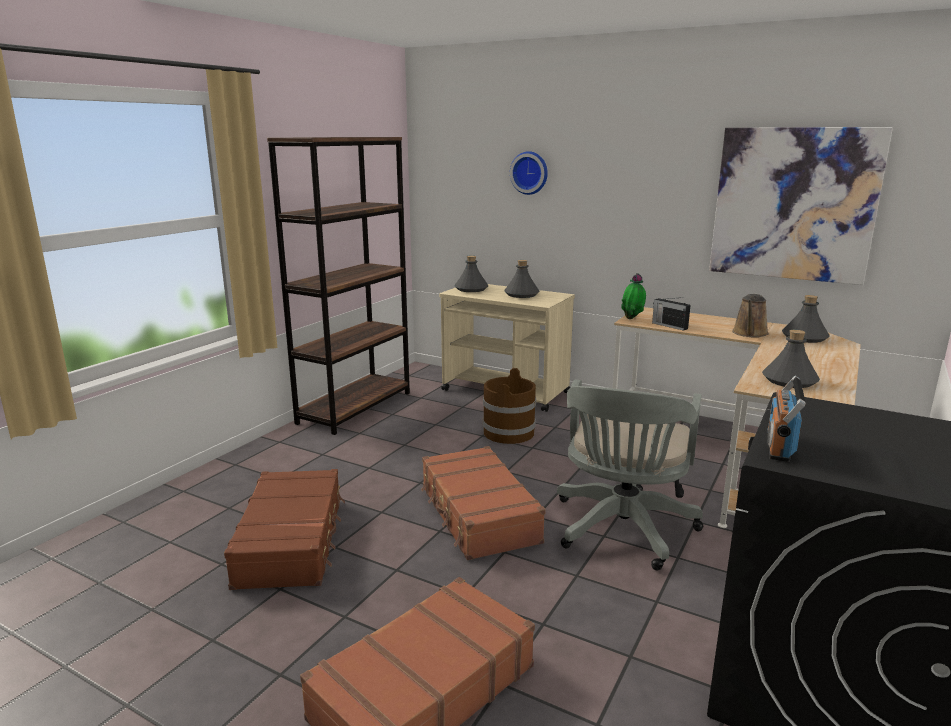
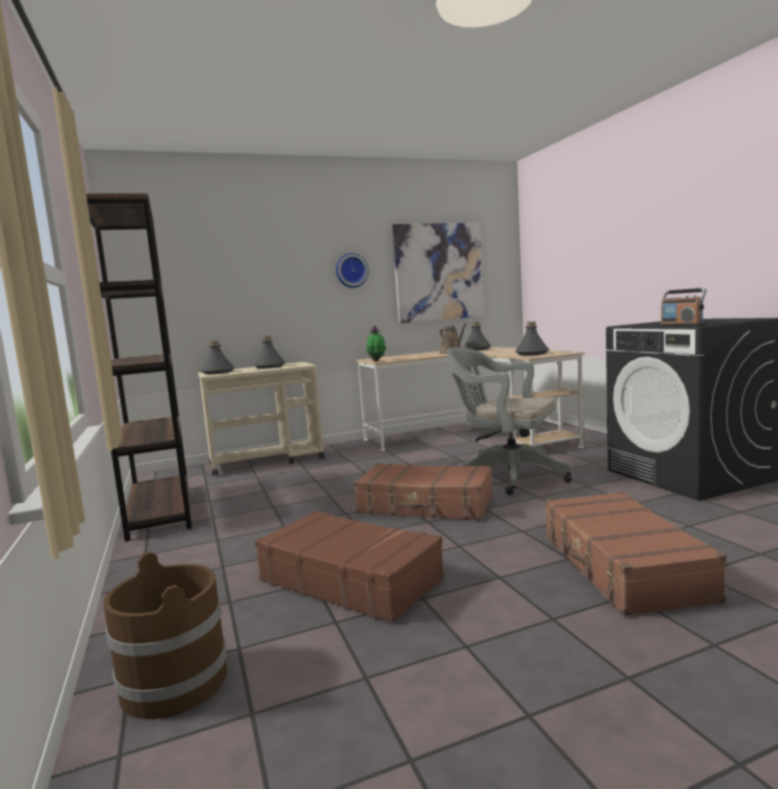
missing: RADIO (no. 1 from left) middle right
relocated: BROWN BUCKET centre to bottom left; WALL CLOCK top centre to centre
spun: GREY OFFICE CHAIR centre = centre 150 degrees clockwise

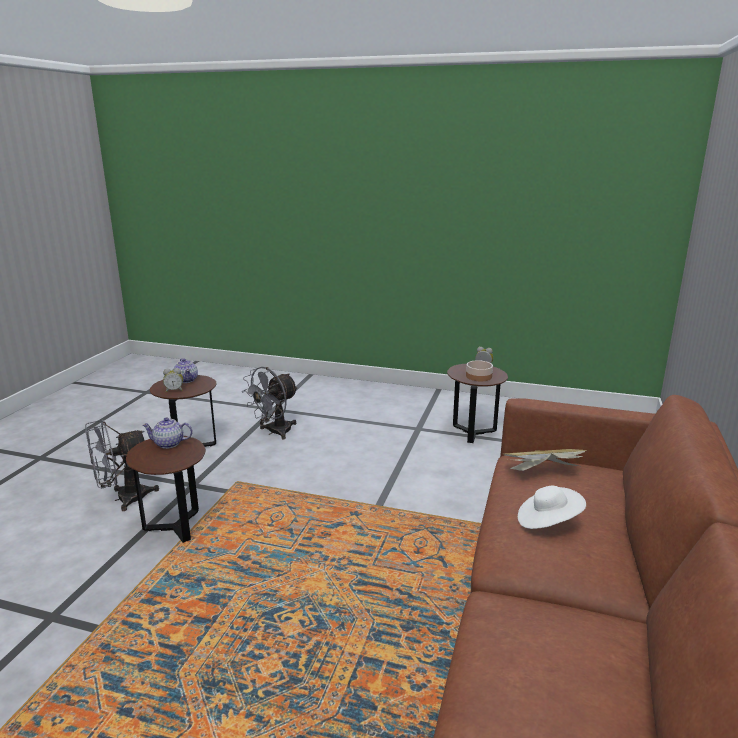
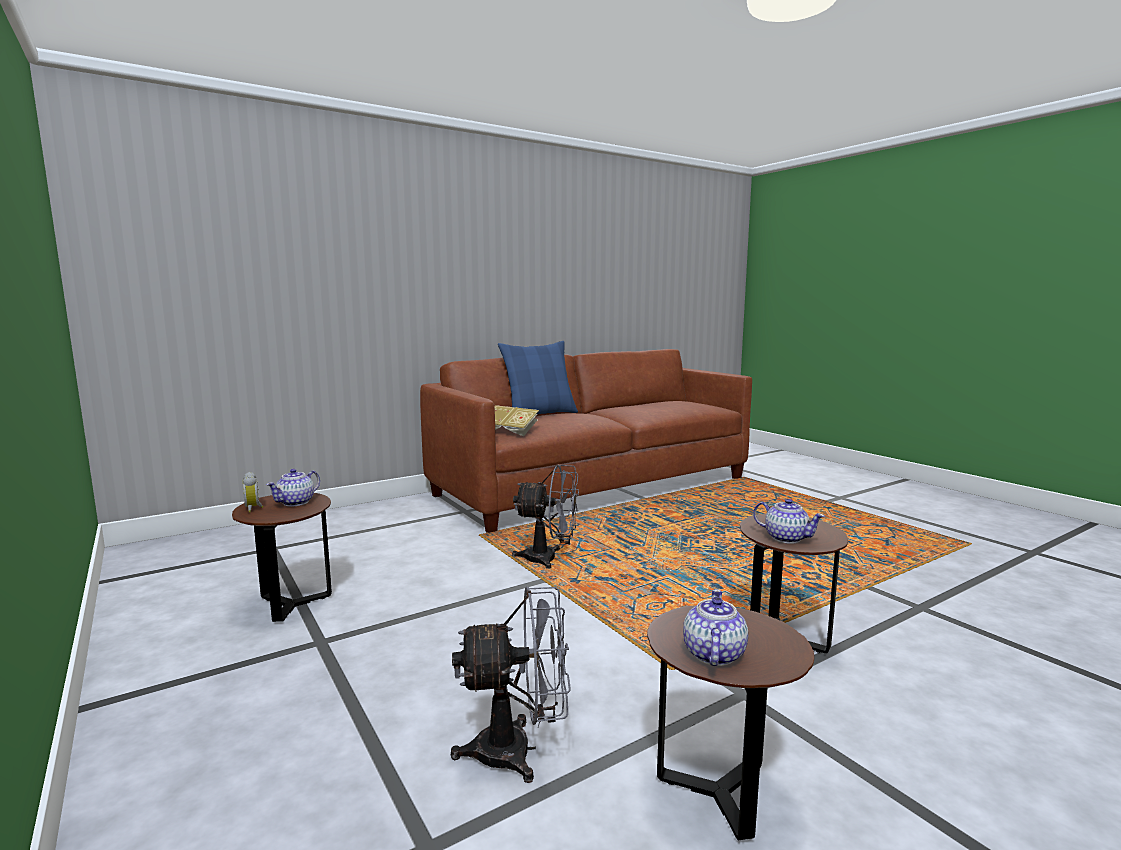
missing: ALARM CLOCK (no. 1 from left) middle left; WHITE HAT bottom right
appeared: BLUE PILLOW centre
relocated: GREY FAN (no. 1 from left in the first image) middle left to GREY FAN (no. 2 from left) centre
exchanged: BOWL centre to TEAPOT (no. 1 from left) middle left

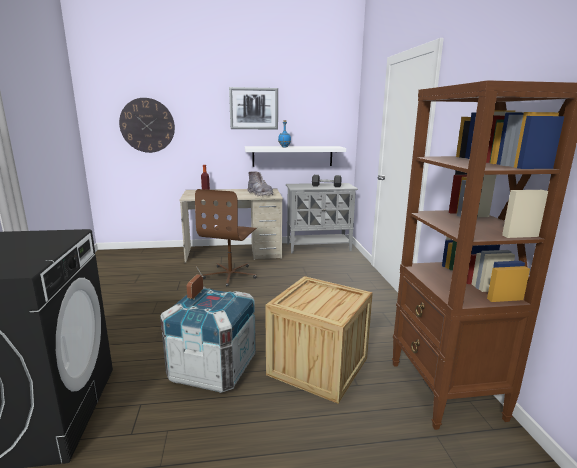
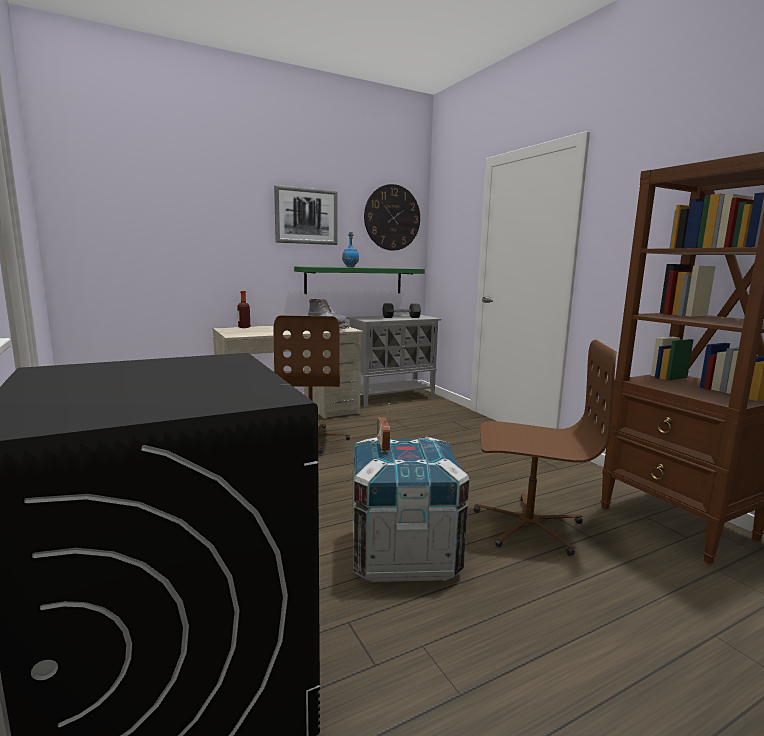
relocated: WALL CLOCK top left to top centre
exchanged: CRATE (no. 2 from left) bottom centre to BROWN OFFICE CHAIR (no. 2 from left) middle right
colour: WHITE SHELF centre to GREEN SHELF centre

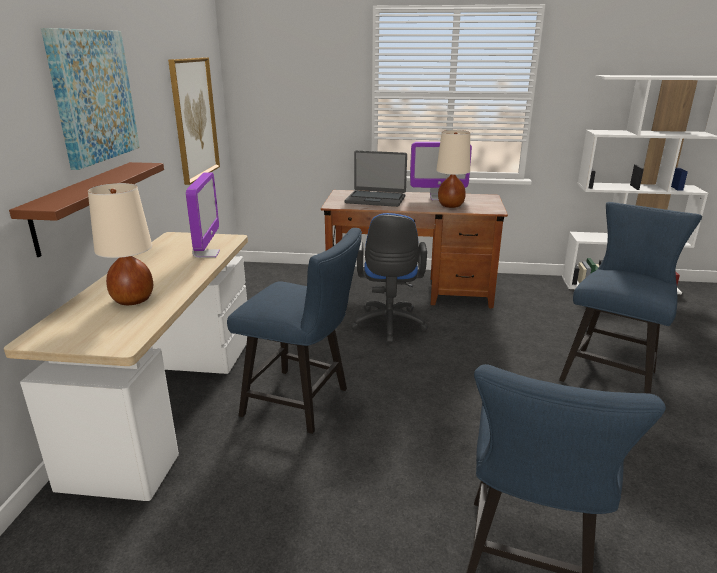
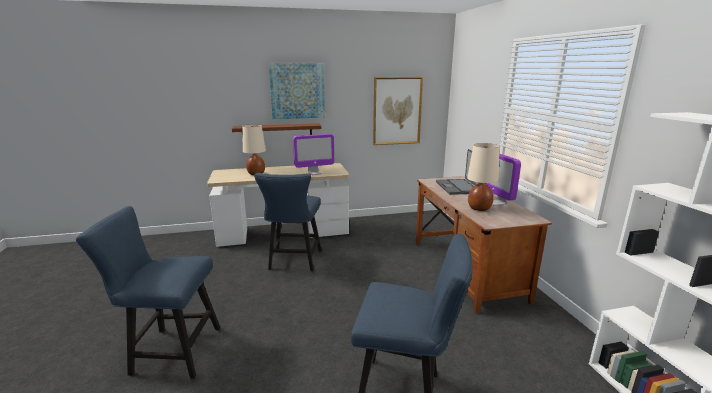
missing: BLUE OFFICE CHAIR centre

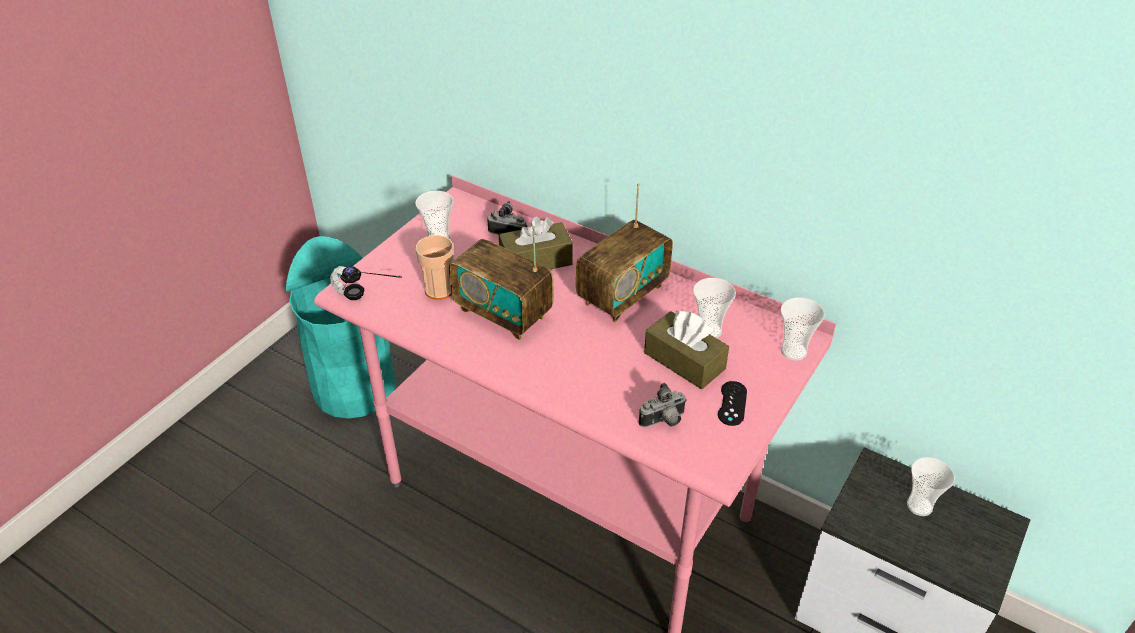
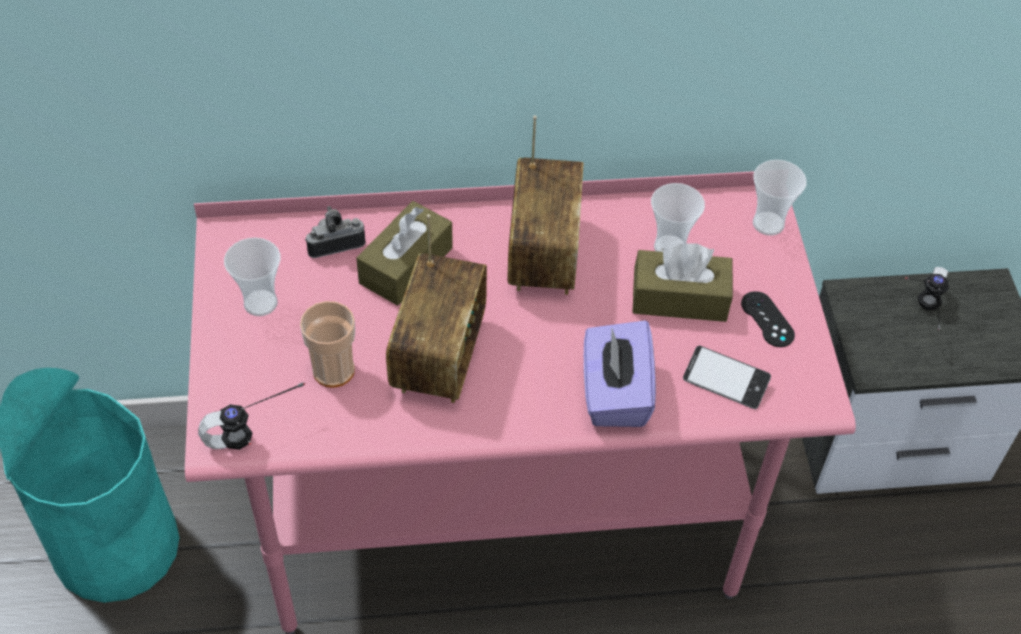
appeared: PURPLE TISSUE BOX centre
exchanged: PHOTO CAMERA (no. 2 from left) centre to PHONE middle right; CUP (no. 5 from left) bottom right to HEADPHONES (no. 2 from left) middle right
spun: RADIO (no. 1 from left) centre = centre 75 degrees counterclockwise

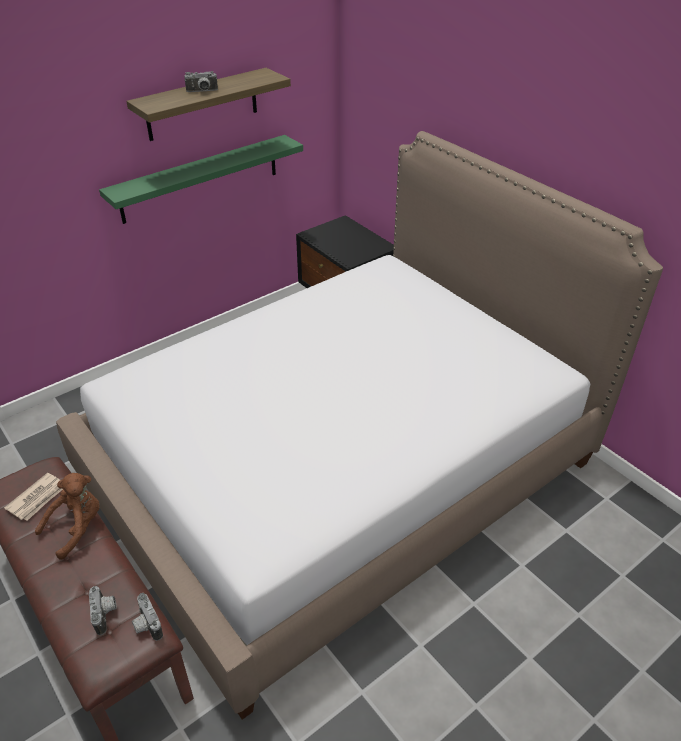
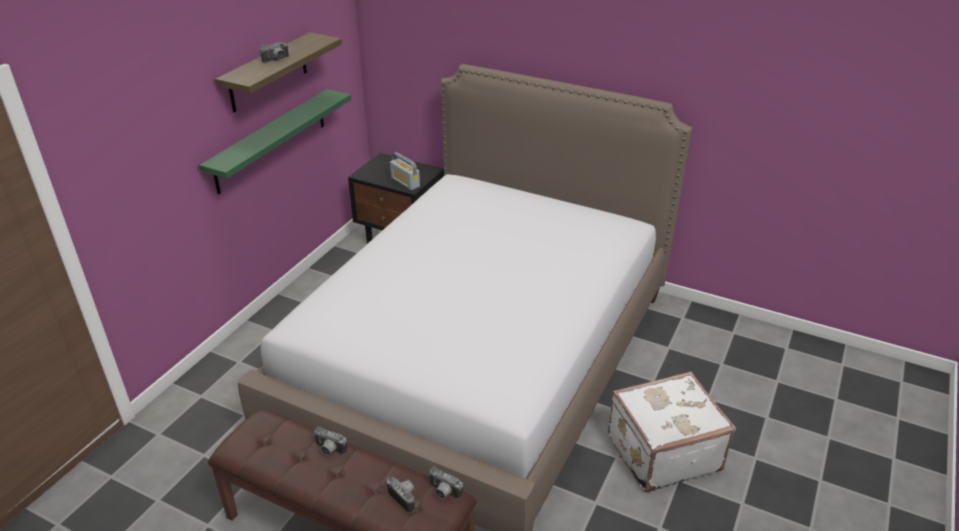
missing: NEWSPAPER bottom left
appeared: RADIO top centre; WHITE SUITCASE bottom right
exchanged: BROWN PLUSH TOY bottom left to PHOTO CAMERA (no. 2 from left) bottom centre

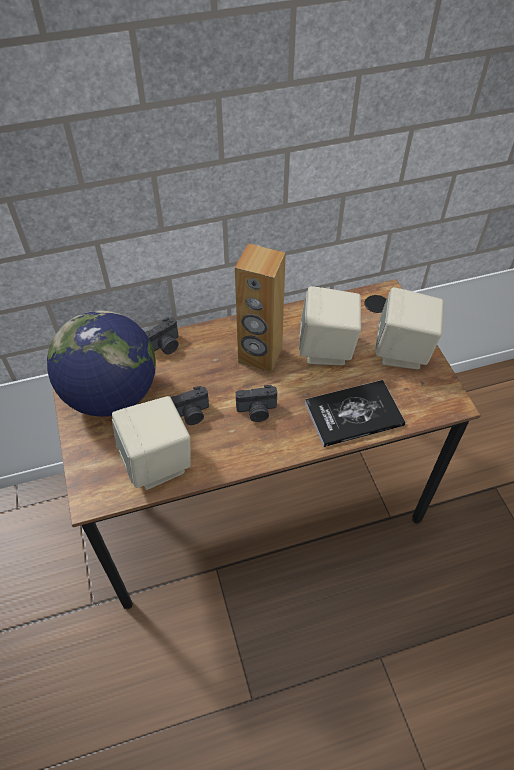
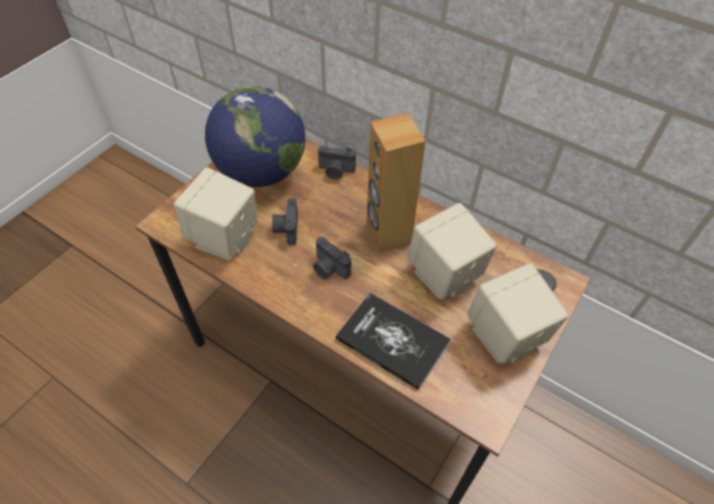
spun: PHOTO CAMERA (no. 2 from left in the first image) centre = centre 60 degrees clockwise

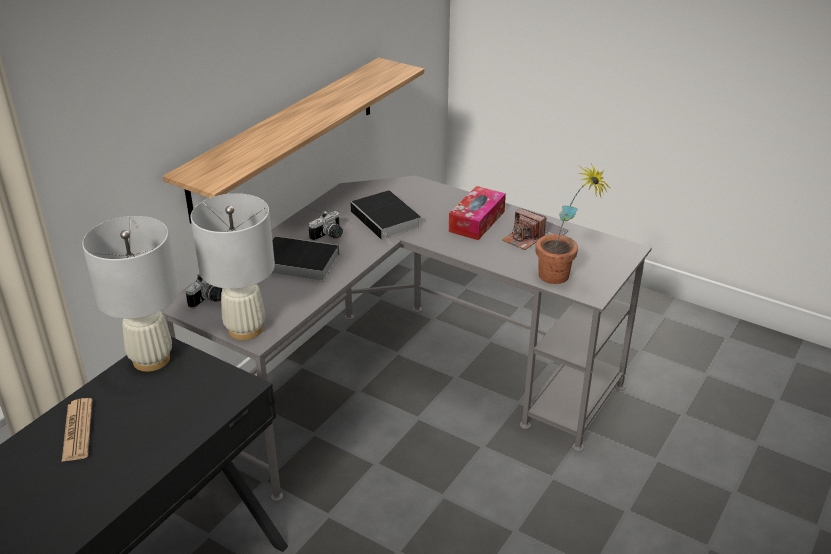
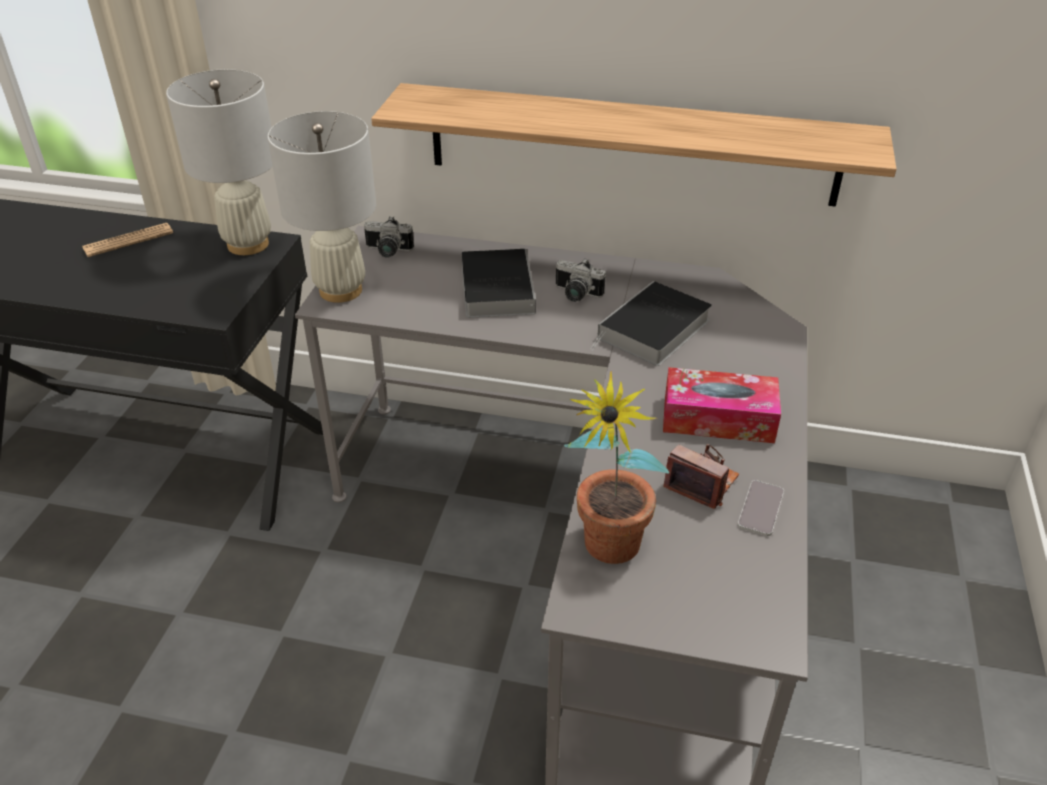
spun: PHOTO CAMERA (no. 3 from left) centre = middle right 105 degrees clockwise

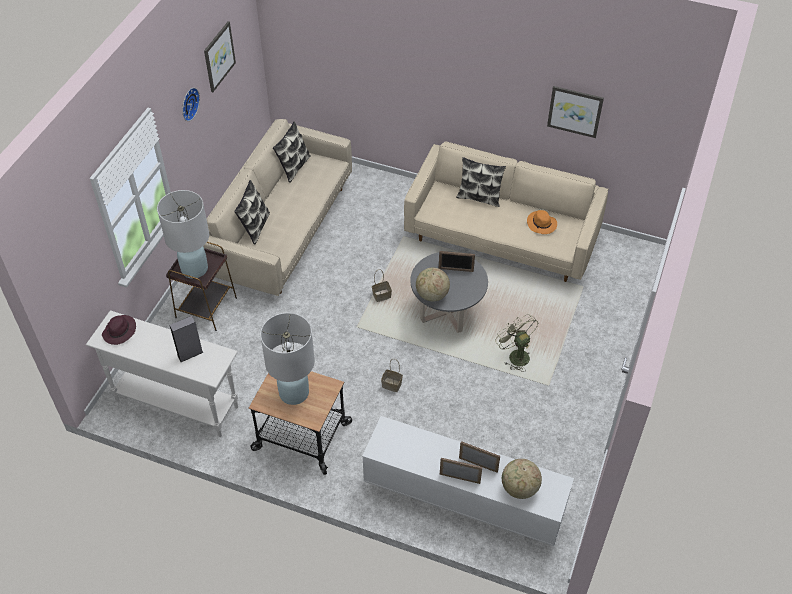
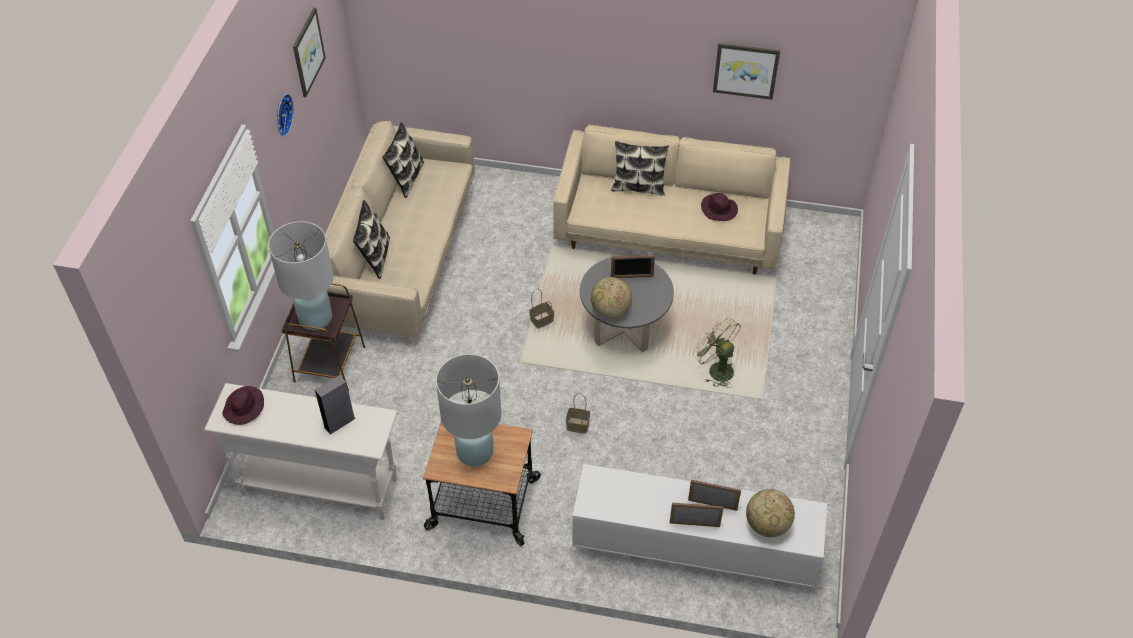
colour: ORANGE HAT middle right to PURPLE HAT (no. 2 from left) top centre

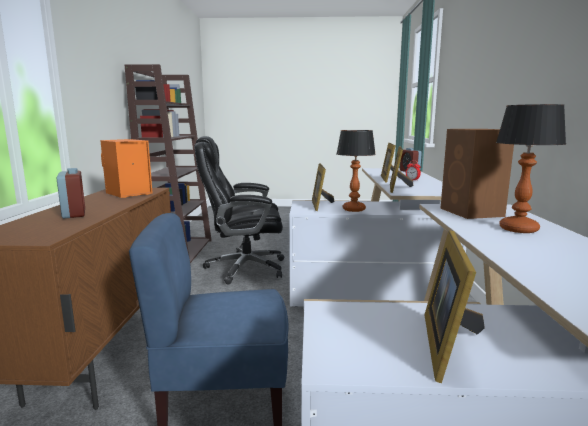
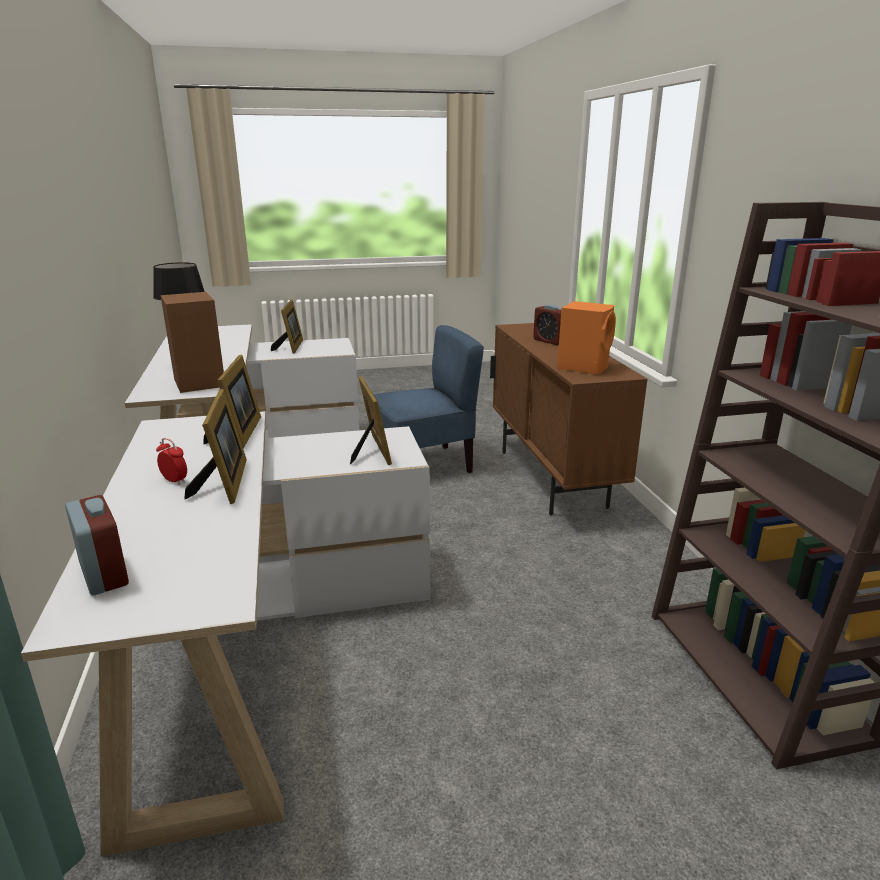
missing: BLACK OFFICE CHAIR centre; TABLE LAMP (no. 1 from left) centre

